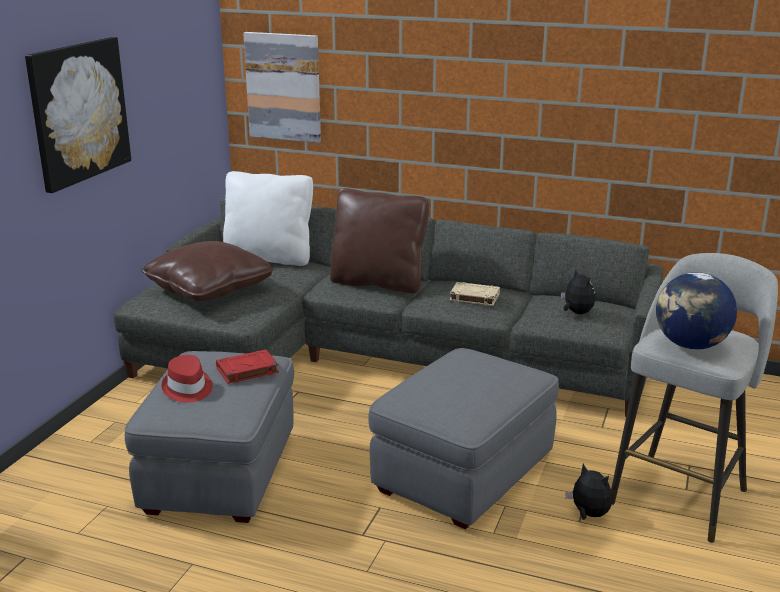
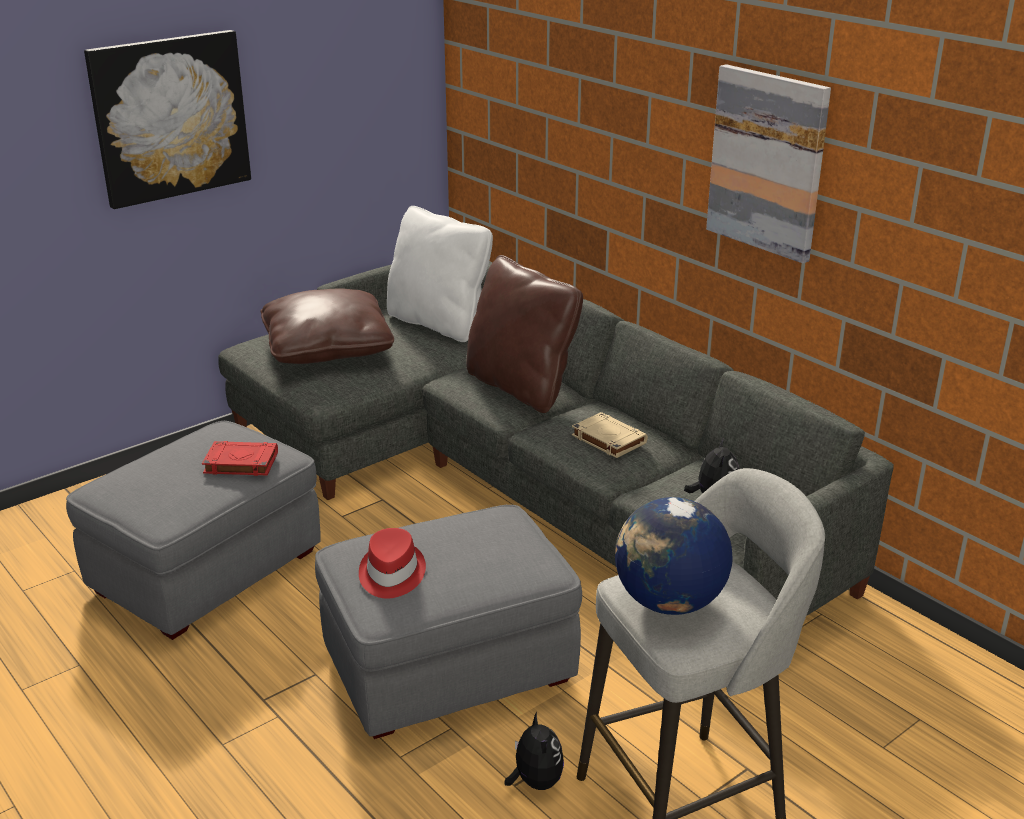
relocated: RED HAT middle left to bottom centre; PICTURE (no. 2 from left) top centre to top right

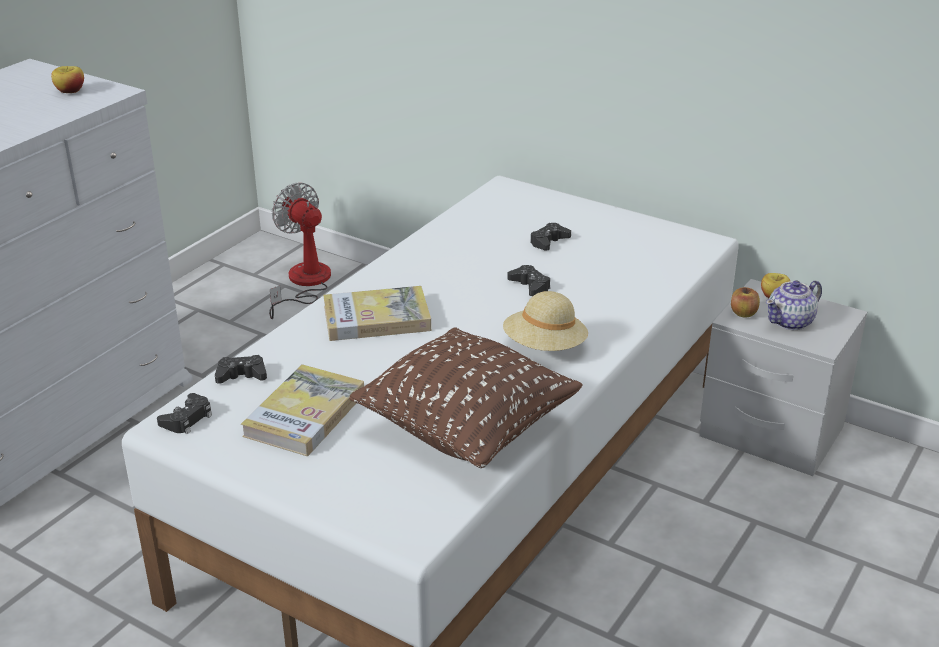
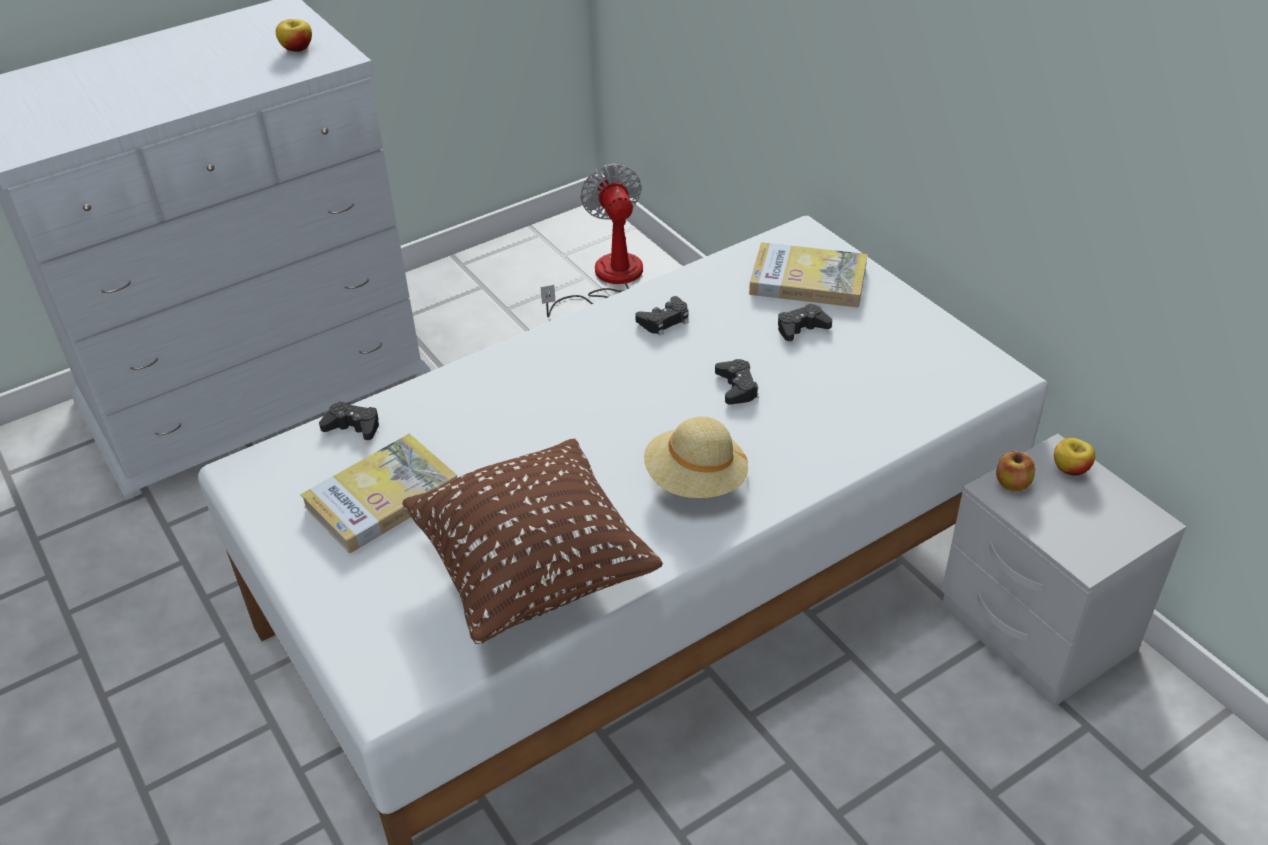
missing: TEAPOT middle right
relocated: BLACK GAME CONTROLLER (no. 1 from left in the first image) middle left to BLACK GAME CONTROLLER (no. 2 from left) centre; BOOK (no. 2 from left) centre to top centre

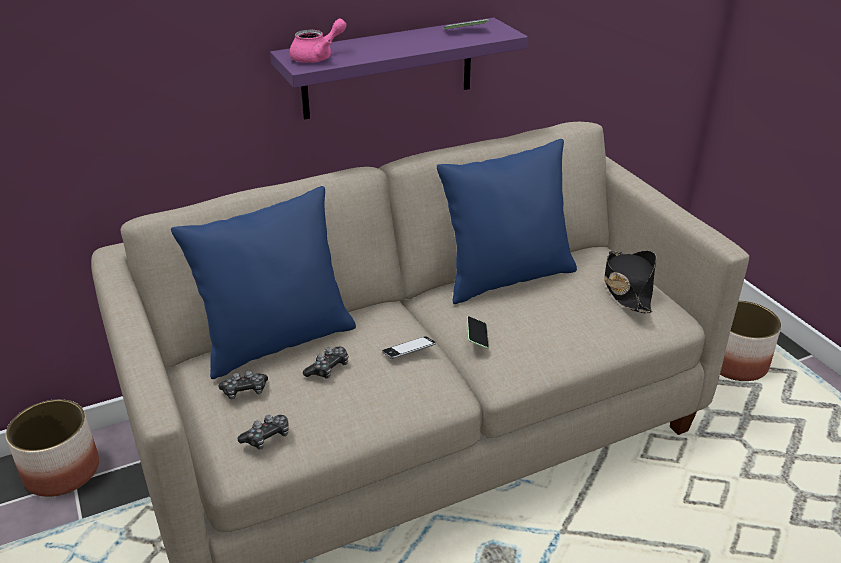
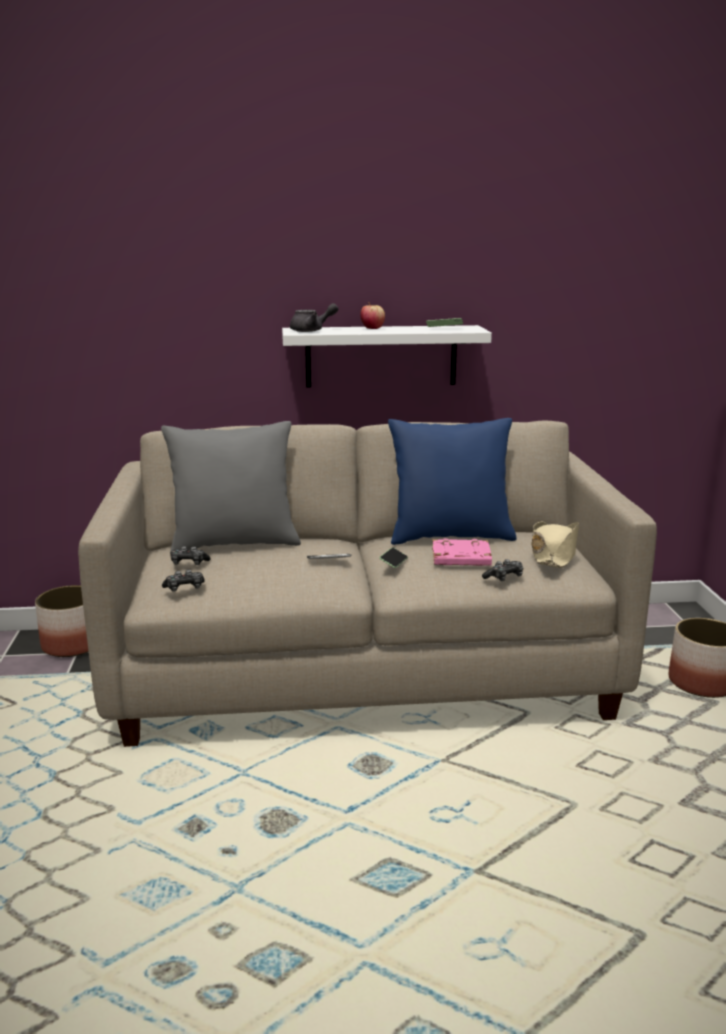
appeared: APPLE top centre; PINK BOOK centre
relocated: GAME CONTROLLER (no. 3 from left) centre to middle right
colour: BLUE PILLOW (no. 1 from left) middle left to GREY PILLOW middle left; PURPLE SHELF top centre to WHITE SHELF centre; PINK TEAPOT top centre to GREY TEAPOT top centre; BLACK HAT middle right to BEIGE HAT middle right

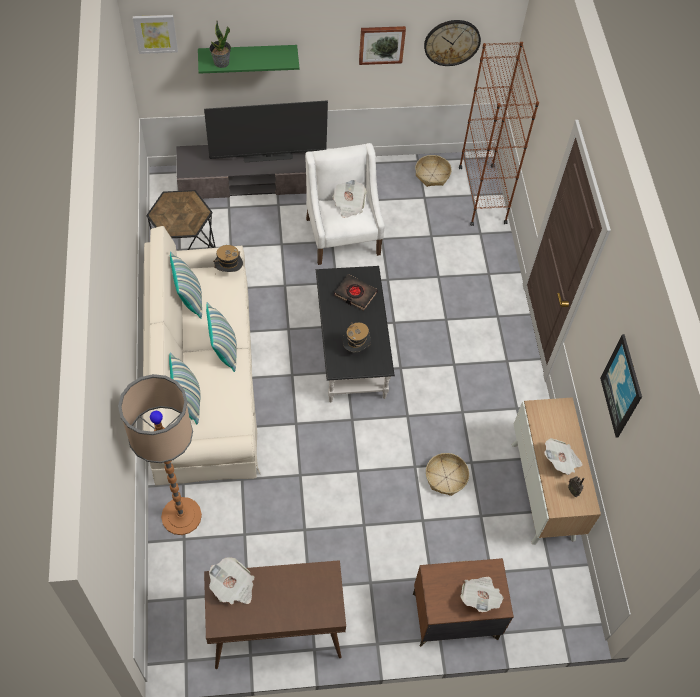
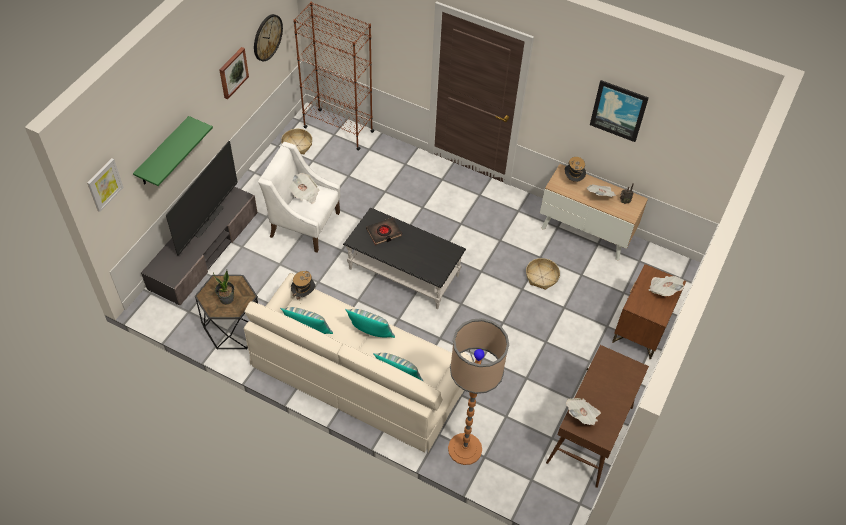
relocated: POTTED PLANT top left to middle left; HAT (no. 2 from left) centre to top right

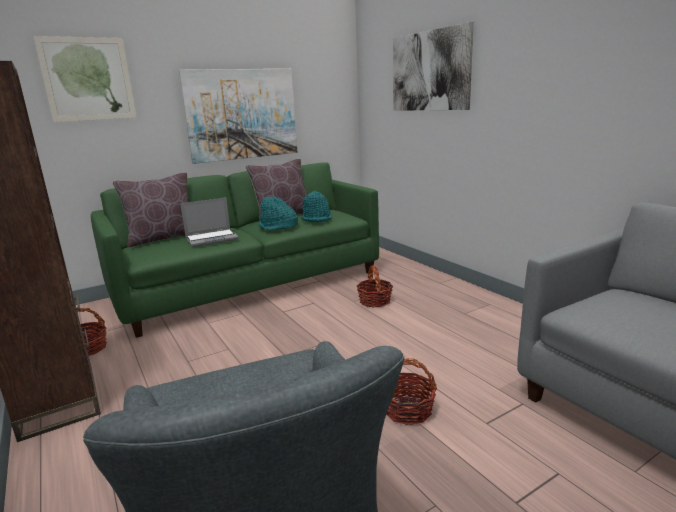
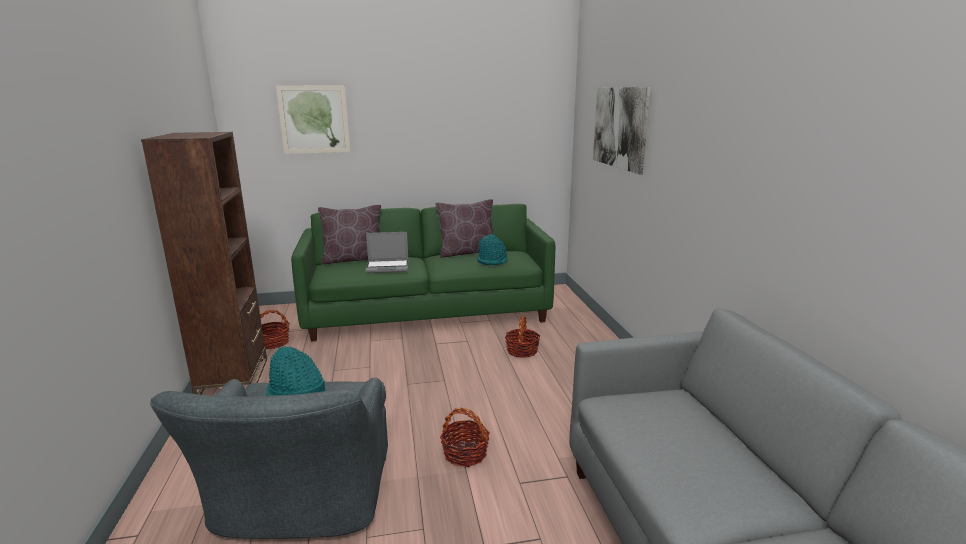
missing: PICTURE (no. 2 from left) top centre
relocated: TURQUOISE HAT (no. 1 from left) centre to bottom left

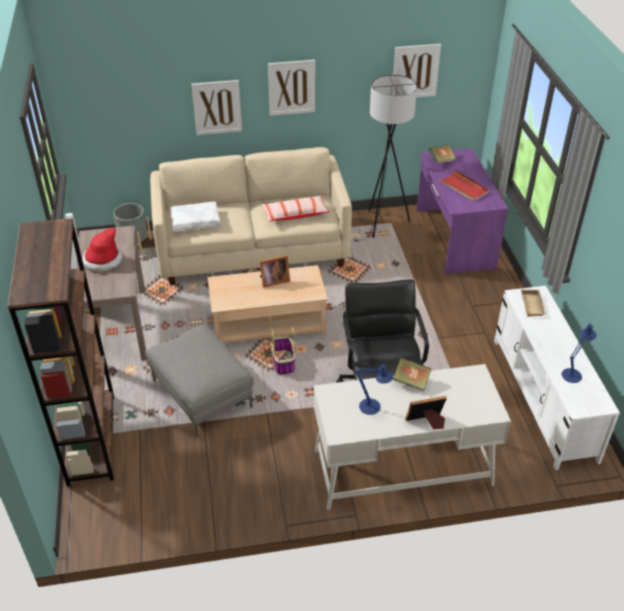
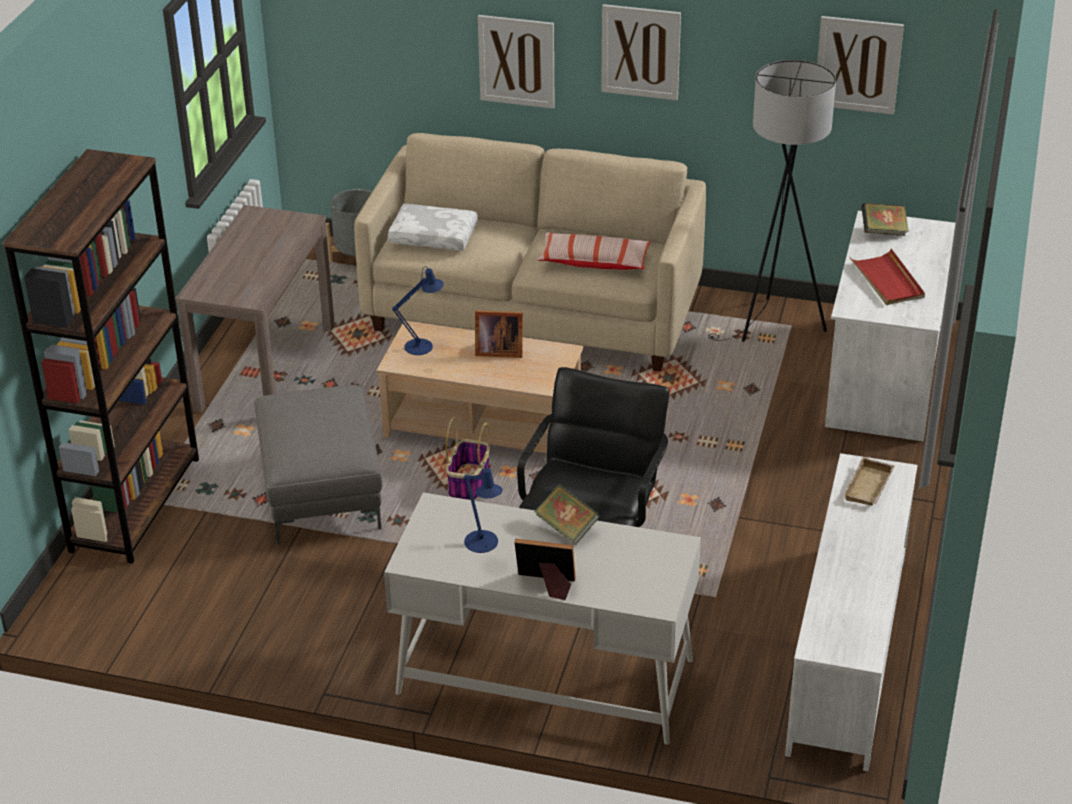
missing: HAT middle left
relocated: BLUE TABLE LAMP (no. 2 from left in the first image) middle right to BLUE TABLE LAMP (no. 1 from left) centre
colour: PURPLE DESK middle right to WHITE DESK (no. 2 from left) middle right

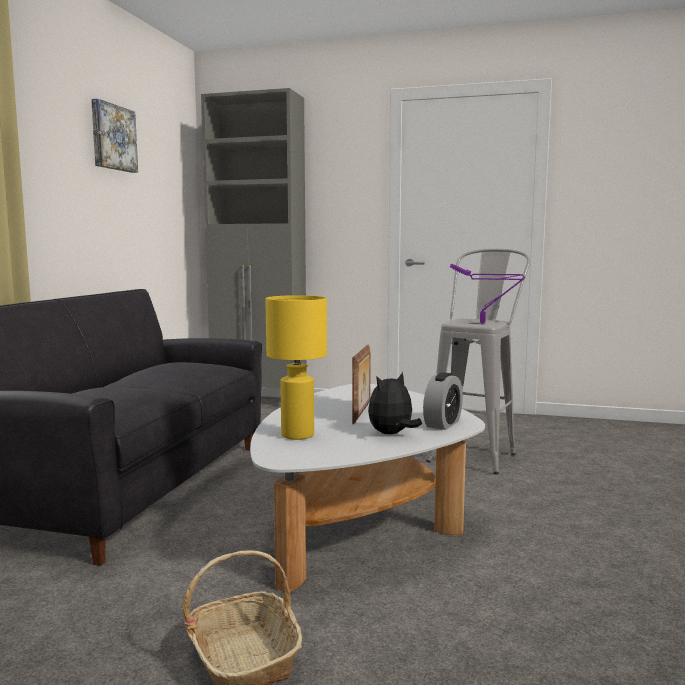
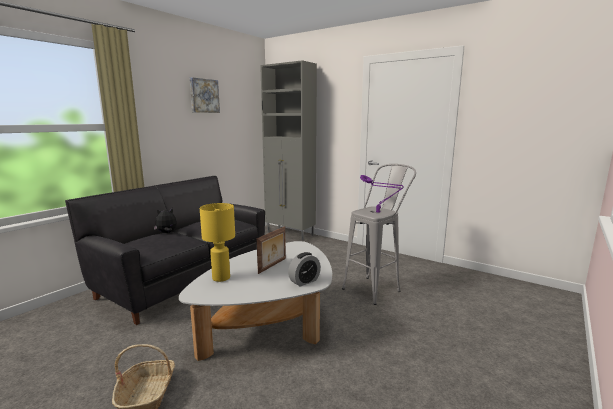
relocated: PLUSH TOY centre to middle left

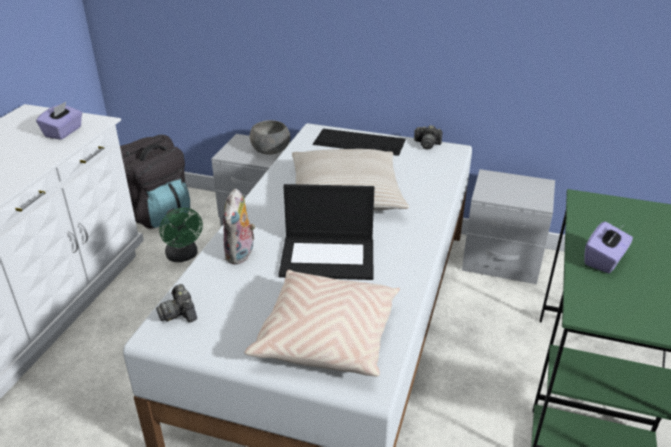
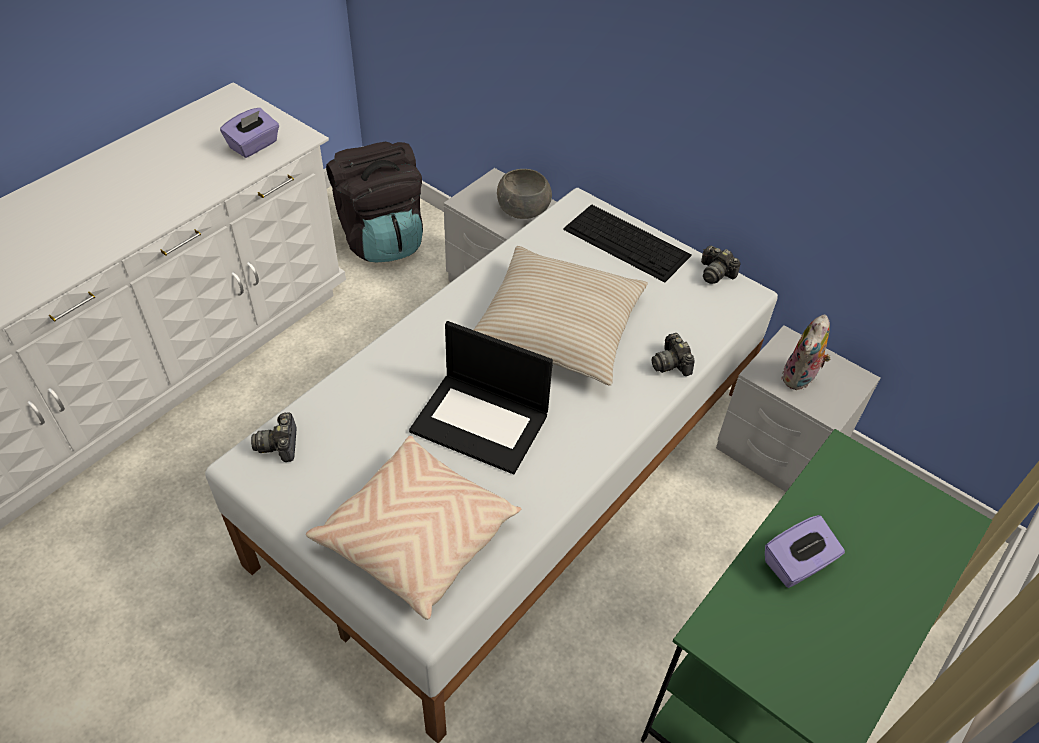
missing: GREEN FAN middle left
appeared: PHOTO CAMERA (no. 2 from left) centre
relocated: PLUSH TOY centre to middle right

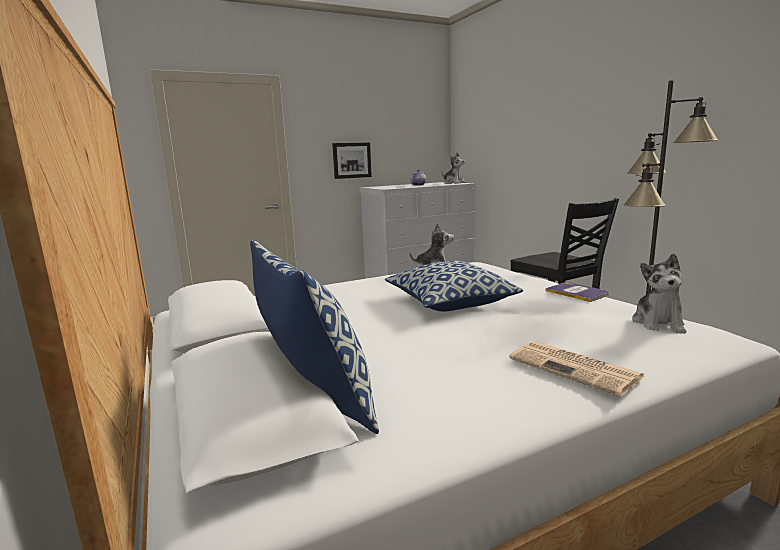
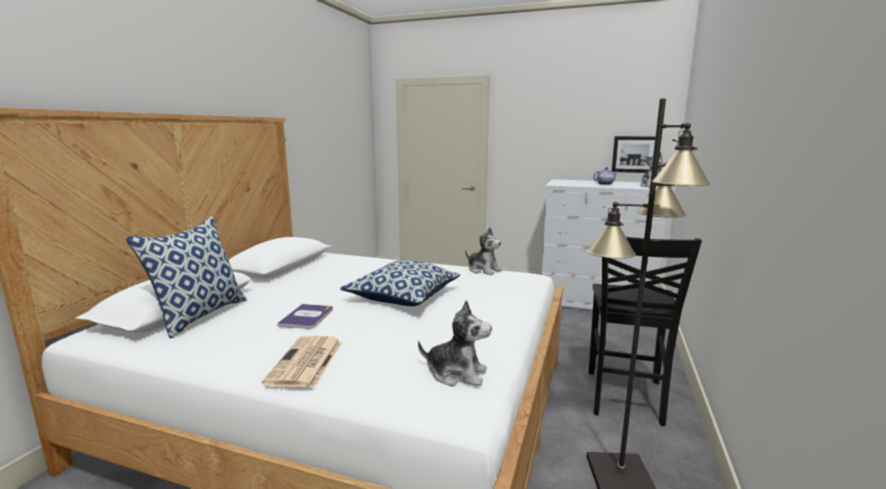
relocated: PICTURE top centre to top right; BOOK middle right to centre
spun: PLUSH TOY (no. 3 from left in the first image) middle right = bottom centre 135 degrees counterclockwise

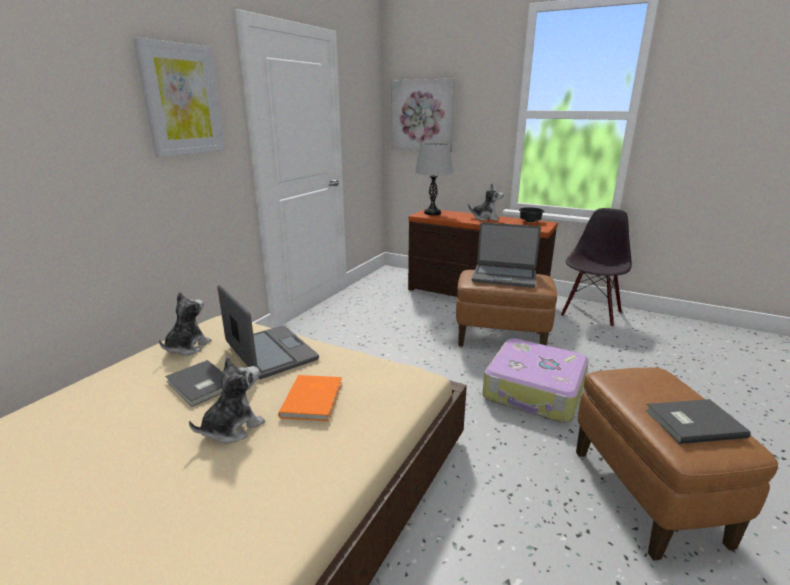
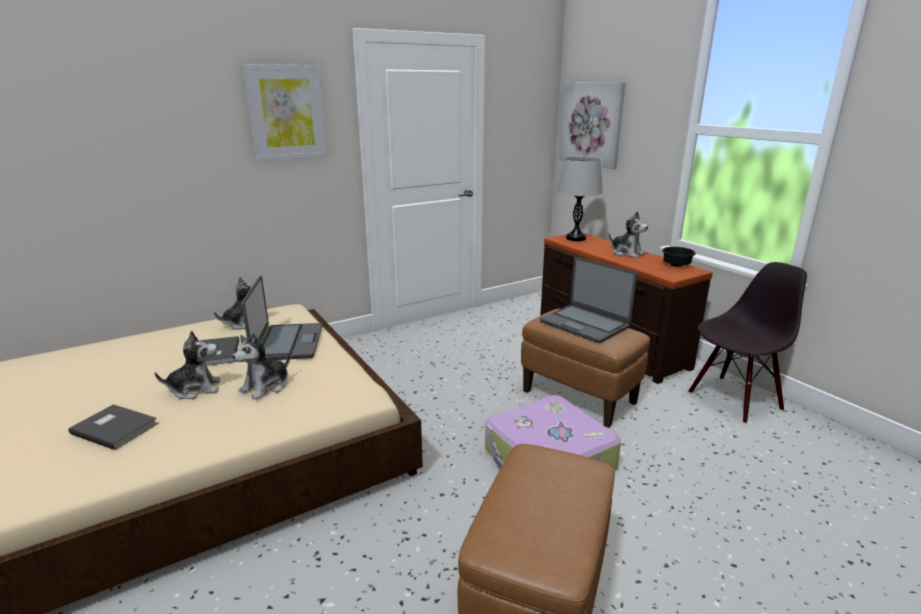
relocated: GREY BOOK (no. 2 from left in the first image) bottom right to GREY BOOK (no. 1 from left) bottom left
exchanged: ORANGE BOOK bottom centre to PLUSH TOY (no. 3 from left) middle left

